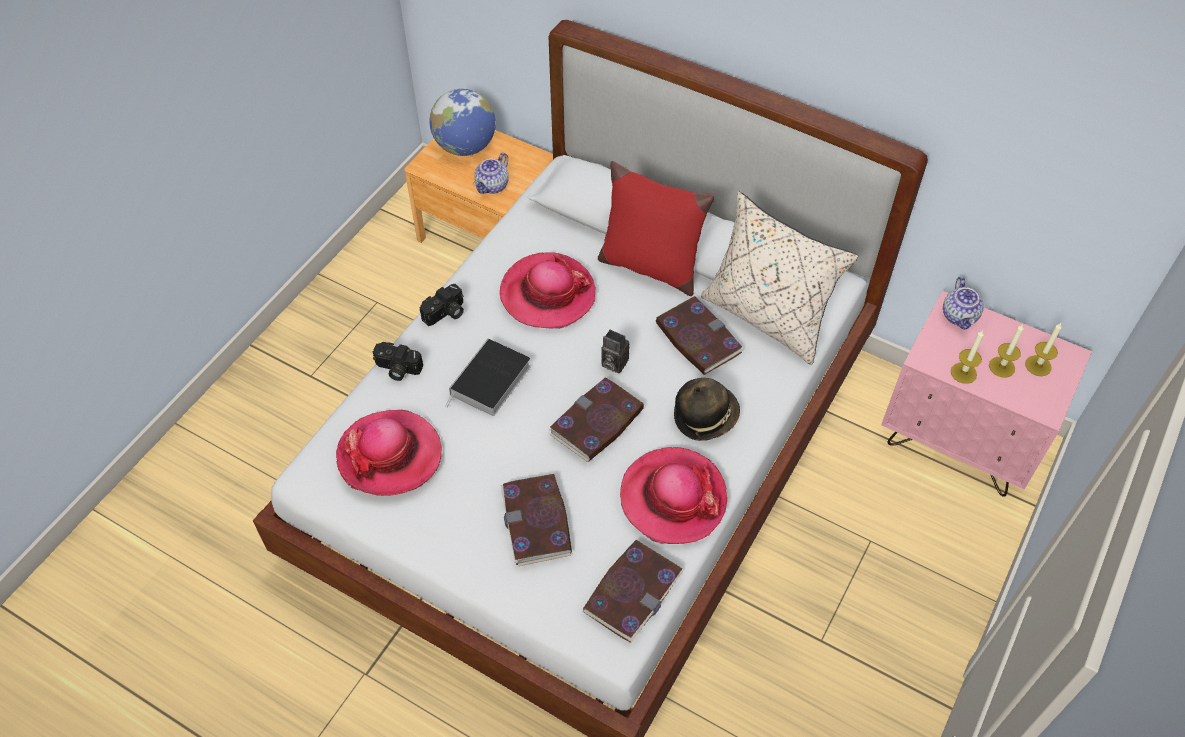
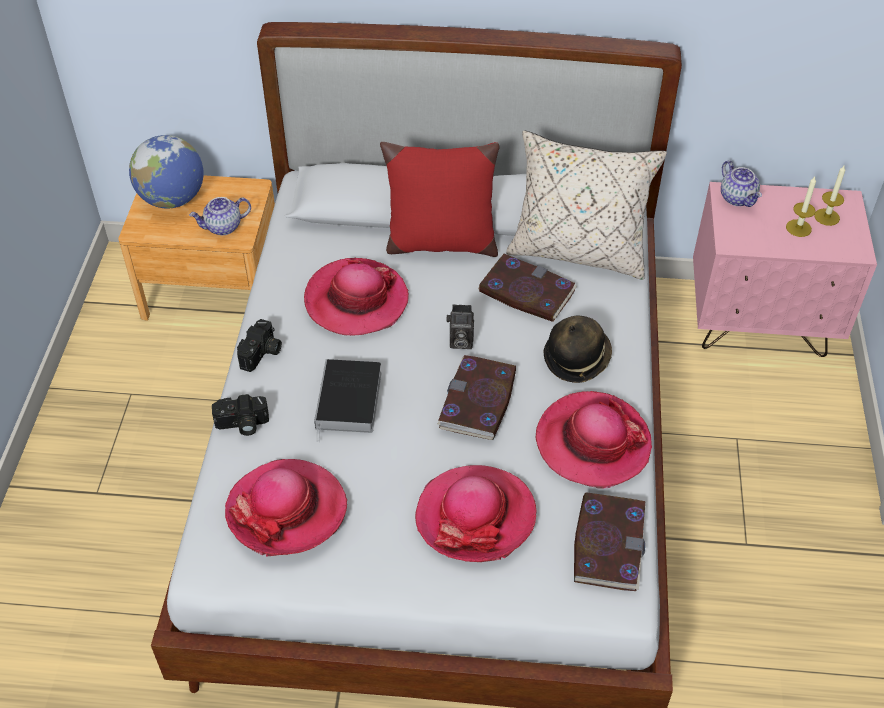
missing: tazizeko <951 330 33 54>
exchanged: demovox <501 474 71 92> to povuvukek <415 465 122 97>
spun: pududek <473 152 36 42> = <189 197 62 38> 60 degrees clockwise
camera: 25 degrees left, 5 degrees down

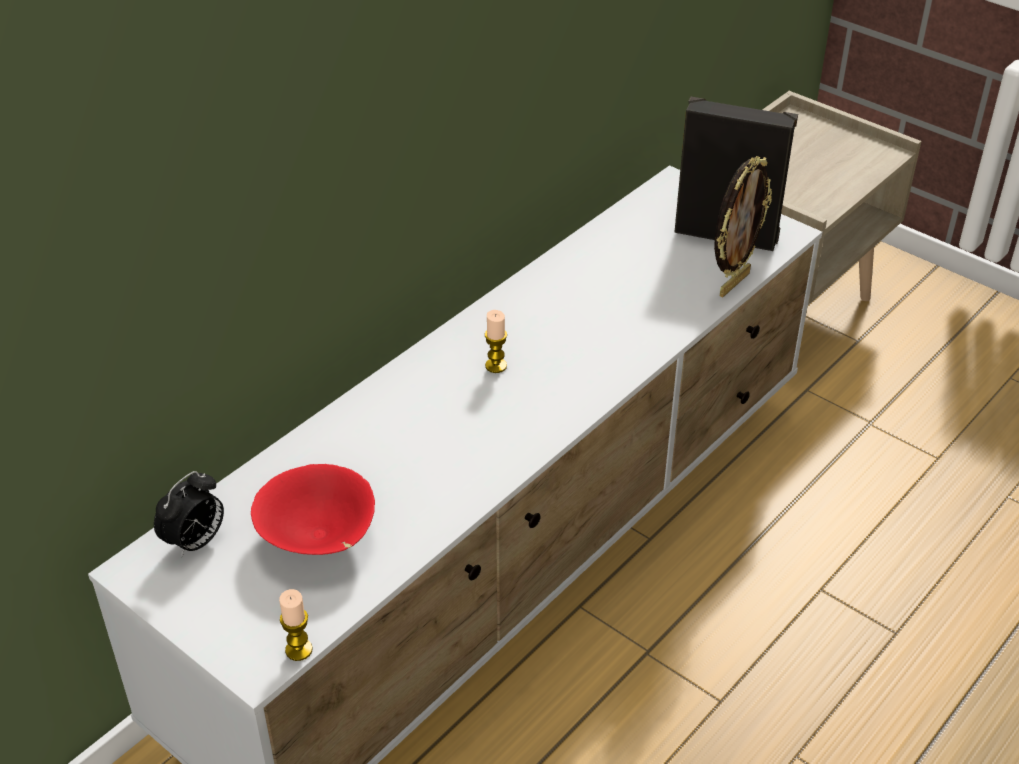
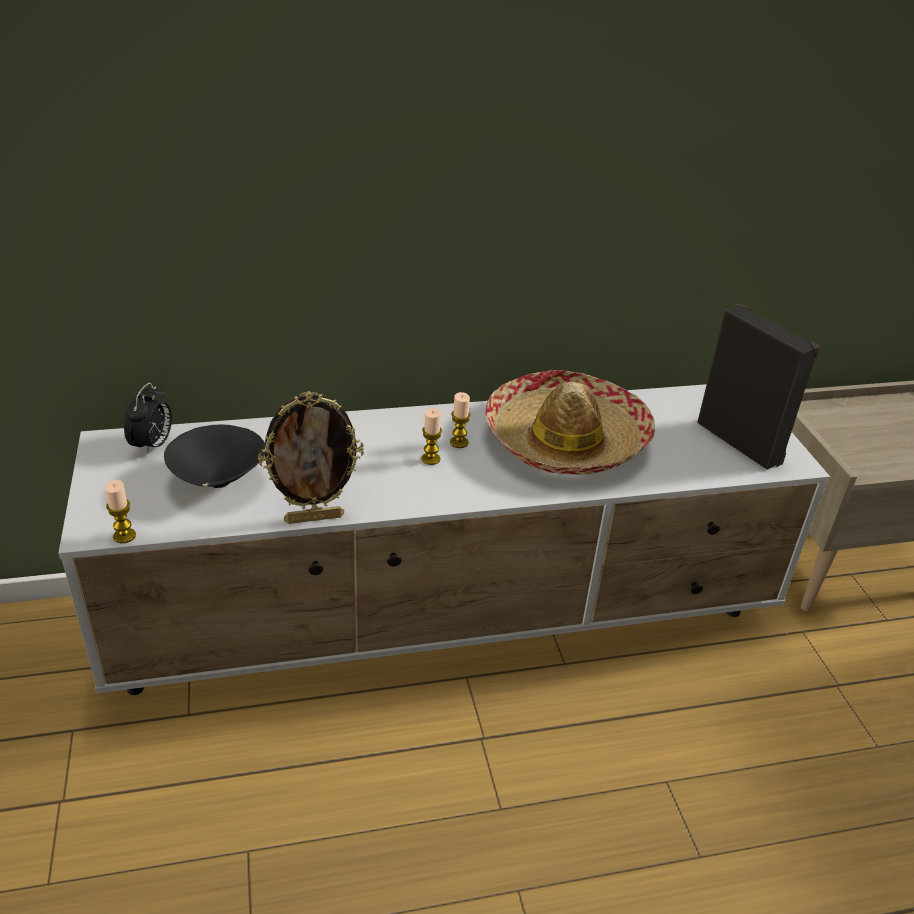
appeared: tazizeko <421 408 21 57>; povuvukek <485 370 170 105>
relocated: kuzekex <714 156 58 141> to <258 391 106 133>
colour: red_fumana <251 464 124 91> to black_fumana <164 424 101 64>
spun: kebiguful <154 471 70 87> = <124 383 48 73> 60 degrees counterclockwise
camera: 35 degrees right, 5 degrees down

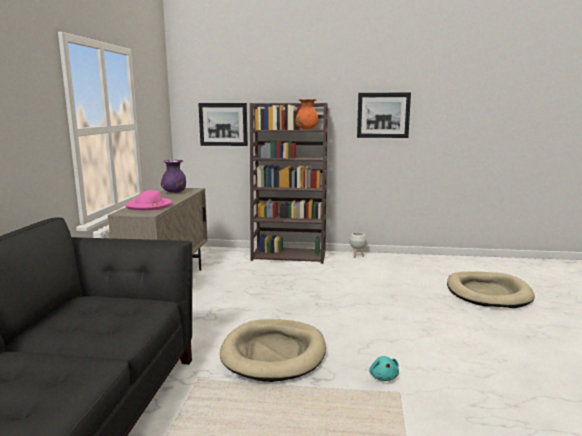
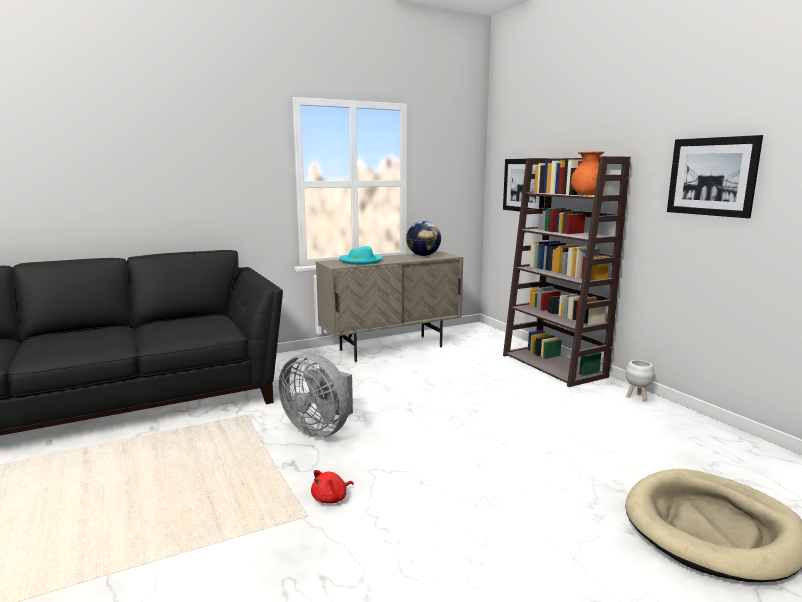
exchanged: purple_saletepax <161 160 25 33> to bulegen <406 221 35 35>; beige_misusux <220 319 106 63> to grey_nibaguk <278 353 75 85>
colour: pink_povuvukek <126 190 46 21> to turquoise_povuvukek <339 246 43 19>; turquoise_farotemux <369 356 30 25> to red_farotemux <311 470 43 34>
camera: 55 degrees right, 0 degrees up

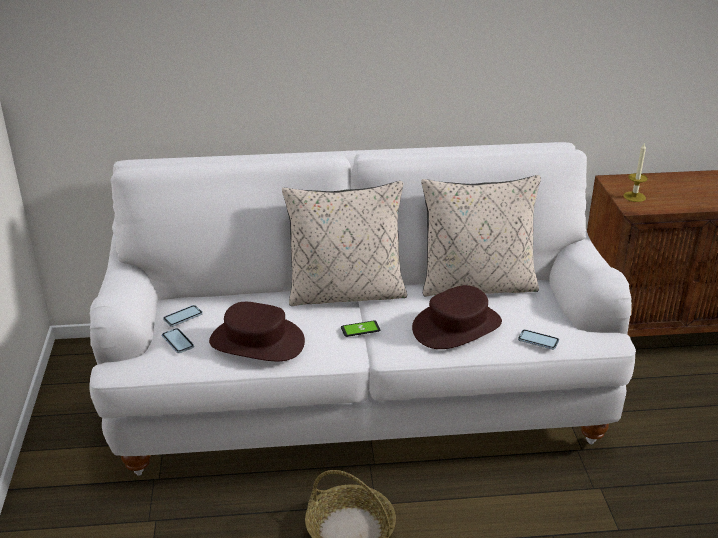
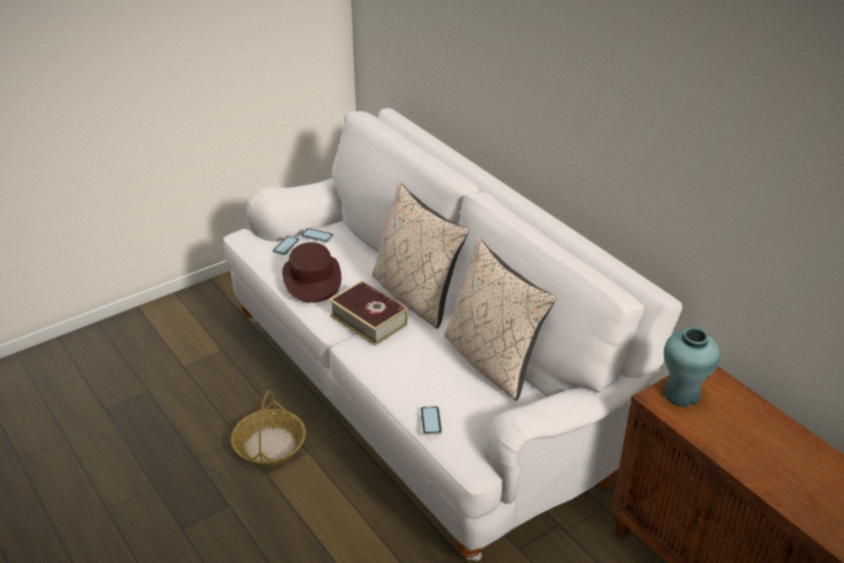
missing: brown_povuvukek <412 285 90 64>
exchanged: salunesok <341 320 39 17> to demovox <329 280 79 66>; tazizeko <623 142 25 60> to turquoise_saletepax <664 327 56 80>
camera: 60 degrees right, 5 degrees up

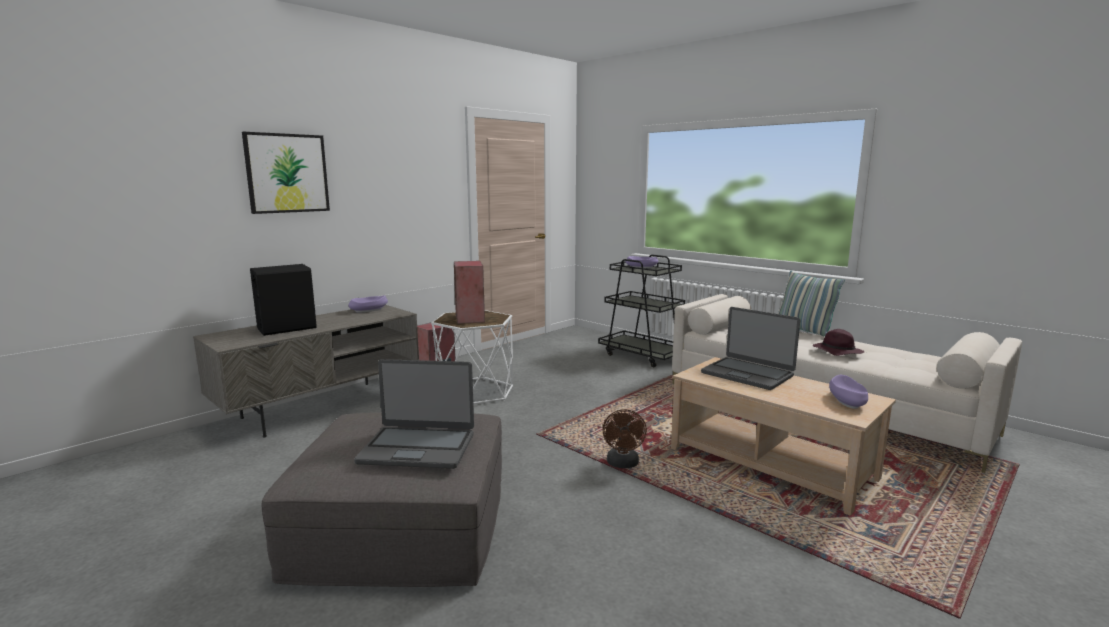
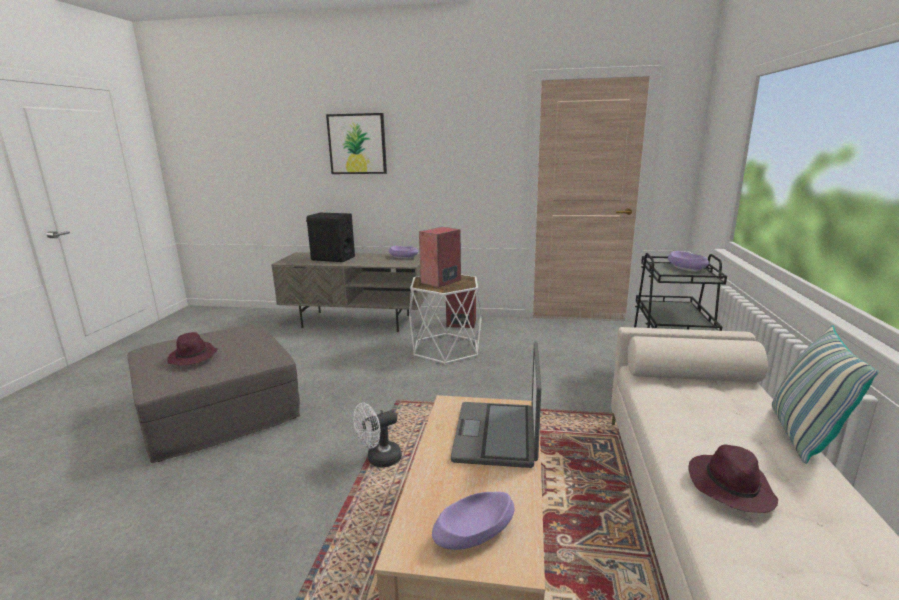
exchanged: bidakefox <354 359 120 110> to purple_povuvukek <167 332 51 34>
colour: brown_nibaguk <603 409 44 59> to white_nibaguk <353 403 49 64>
camera: 55 degrees right, 5 degrees up

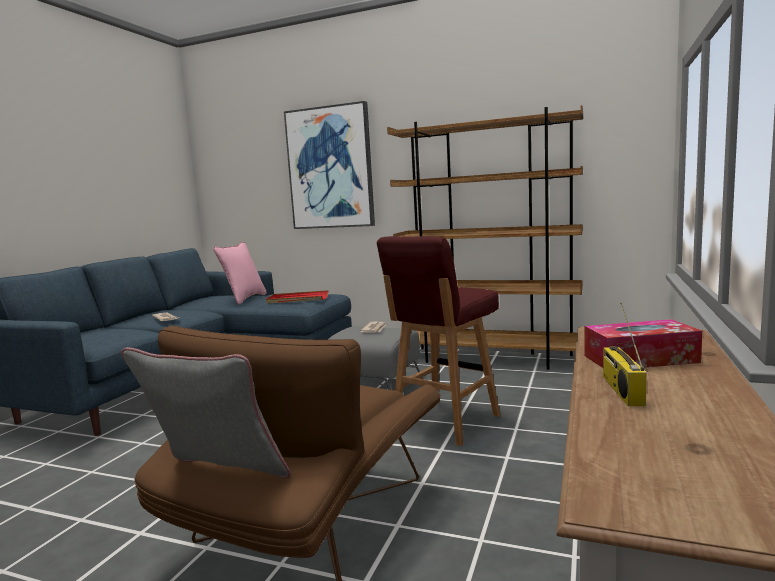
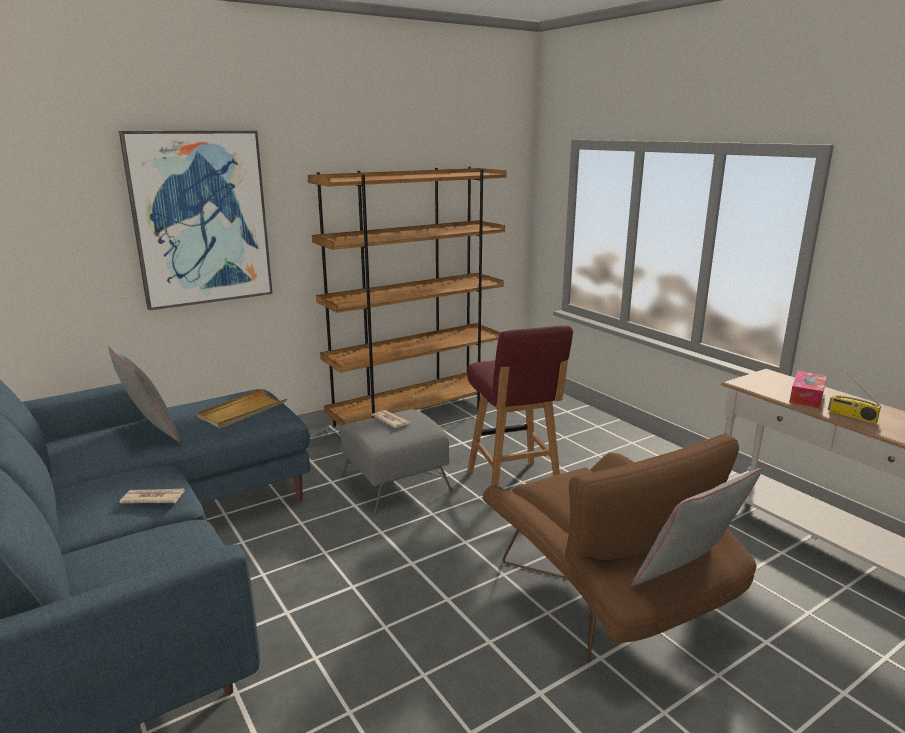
colour: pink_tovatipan <213 242 54 63> to grey_tovatipan <108 346 72 96>; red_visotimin <266 290 62 14> to beige_visotimin <197 389 90 39>
camera: 55 degrees left, 10 degrees up

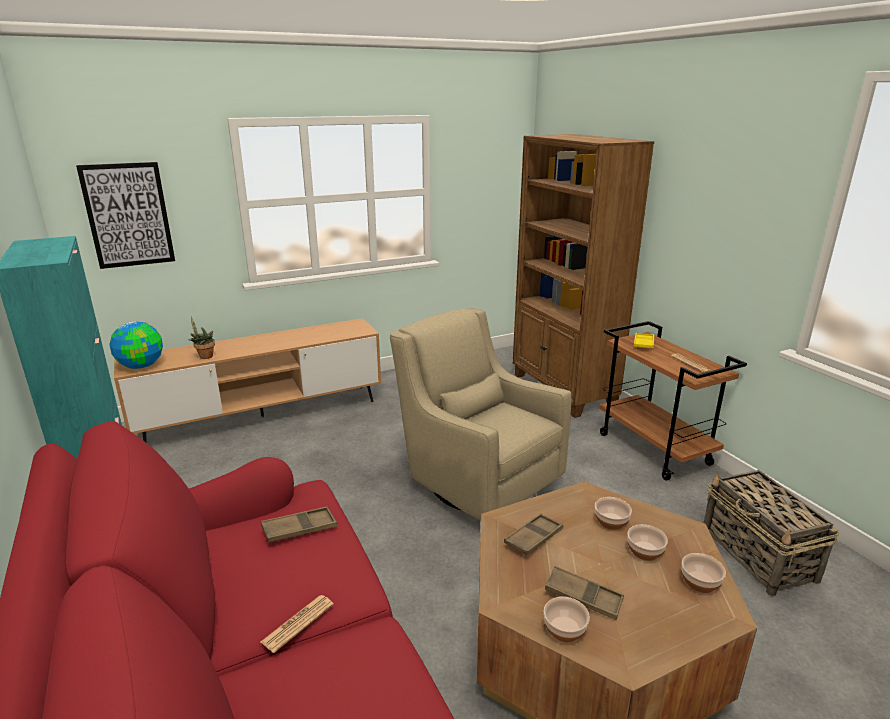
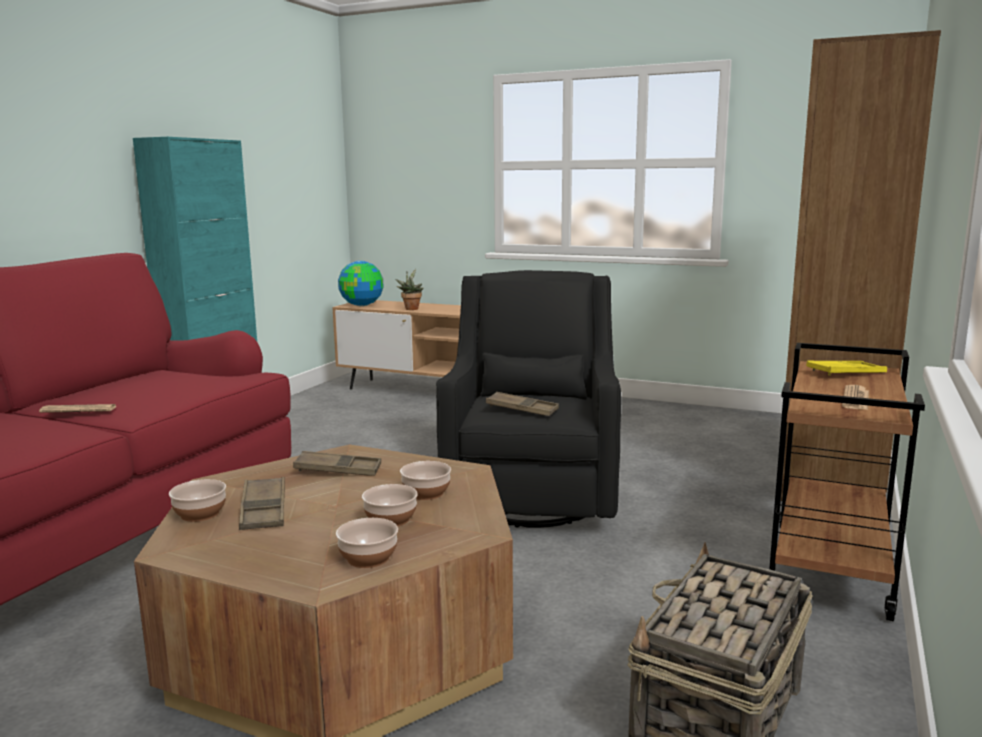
missing: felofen <76 162 99 107>
relocated: brown_visotimin <261 507 76 36> to <486 392 73 24>
colour: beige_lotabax <390 308 181 213> to black_lotabax <436 270 185 258>
camera: 50 degrees right, 10 degrees down

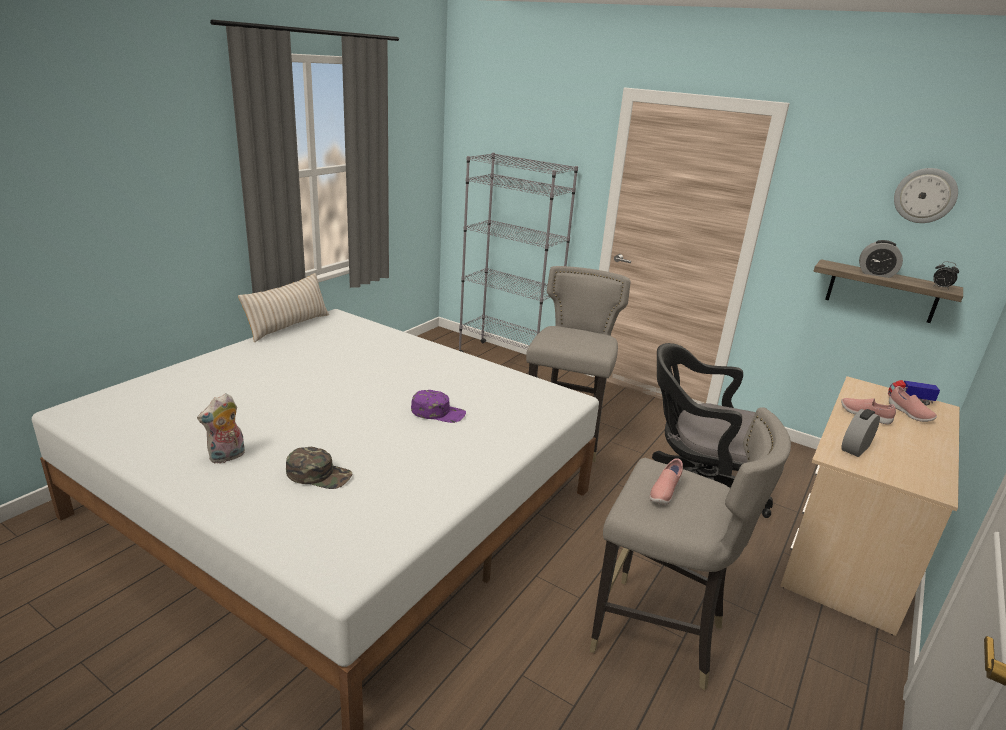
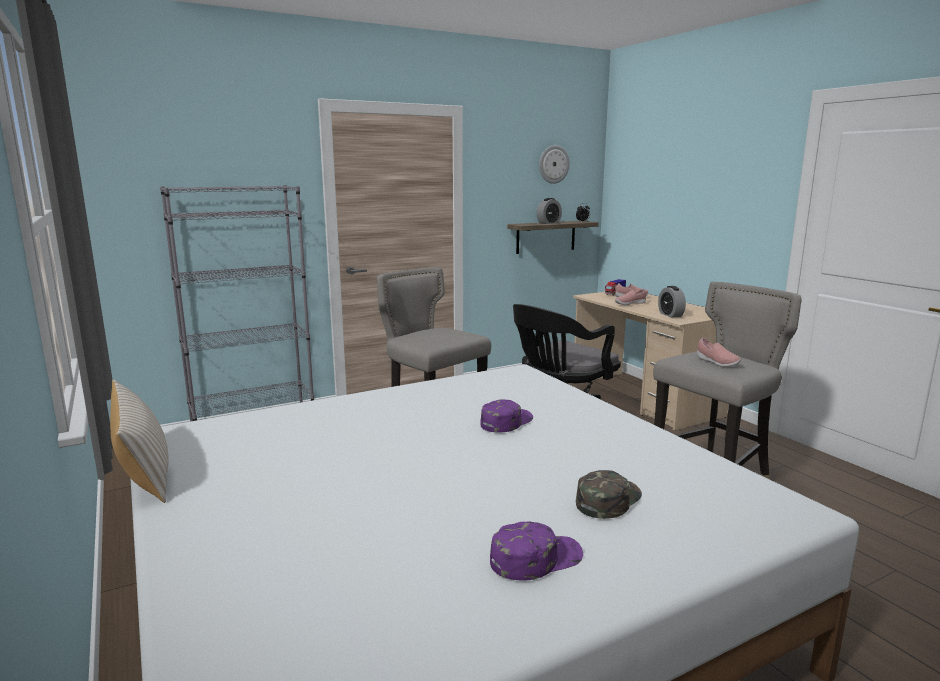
exchanged: farotemux <197 393 48 70> to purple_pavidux <490 522 93 59>
camera: 60 degrees left, 10 degrees down

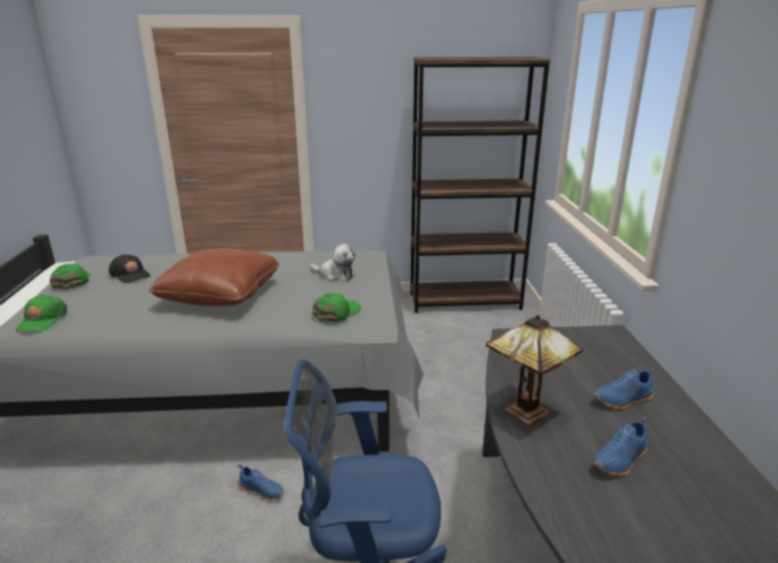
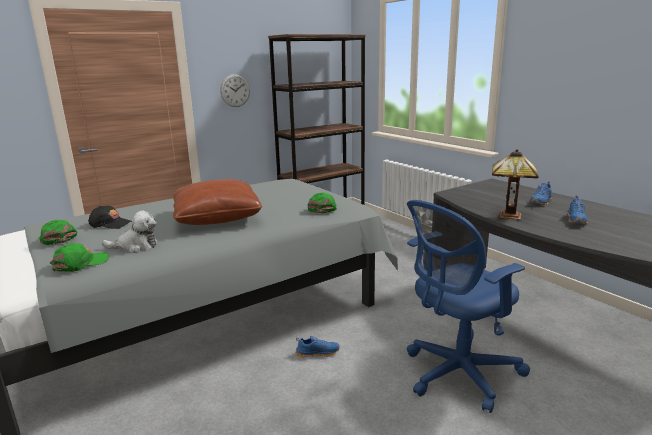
appeared: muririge <220 74 30 33>
relocated: farotemux <310 244 45 38> to <102 211 56 42>
spun: green_pavidux <16 295 51 37> = <50 243 59 29> 105 degrees counterclockwise
camera: 30 degrees left, 5 degrees down

